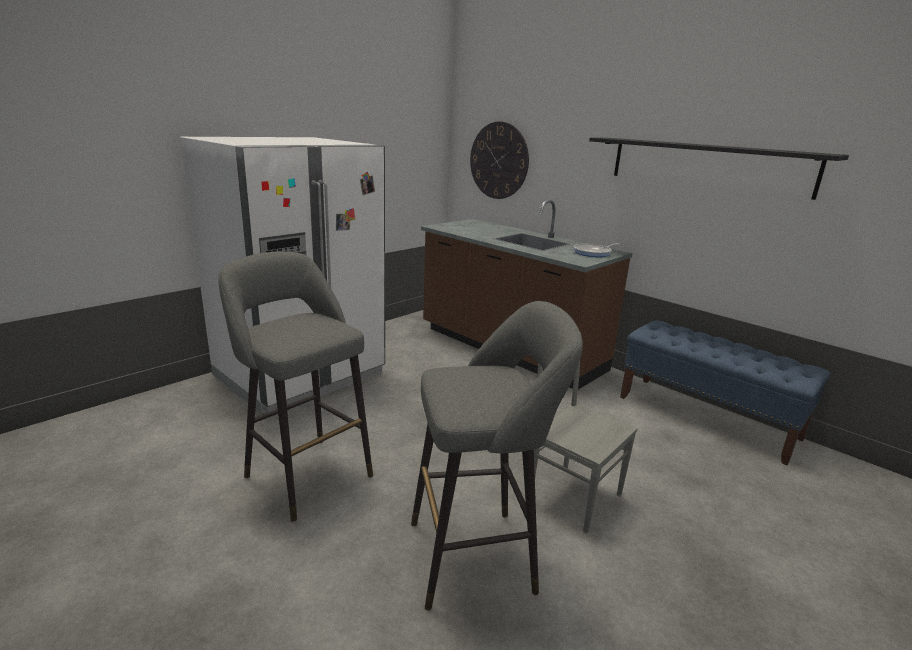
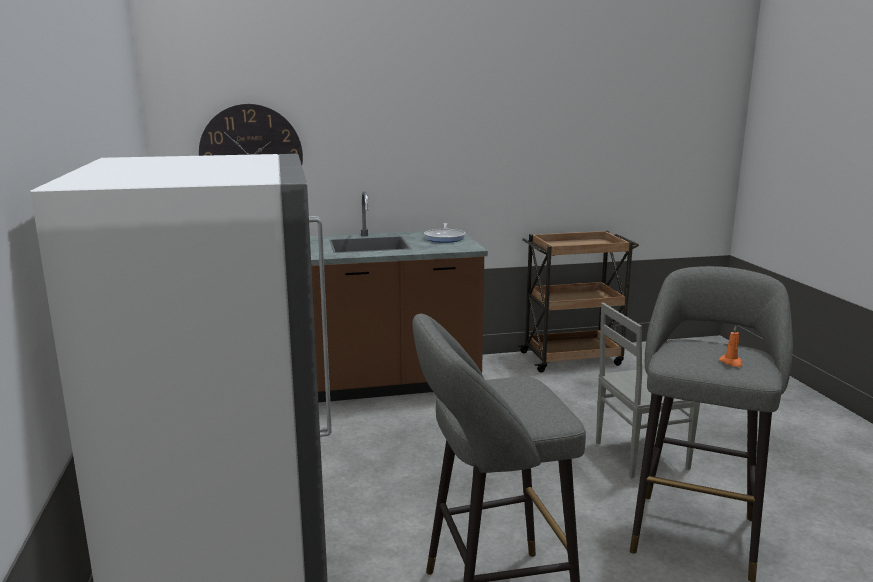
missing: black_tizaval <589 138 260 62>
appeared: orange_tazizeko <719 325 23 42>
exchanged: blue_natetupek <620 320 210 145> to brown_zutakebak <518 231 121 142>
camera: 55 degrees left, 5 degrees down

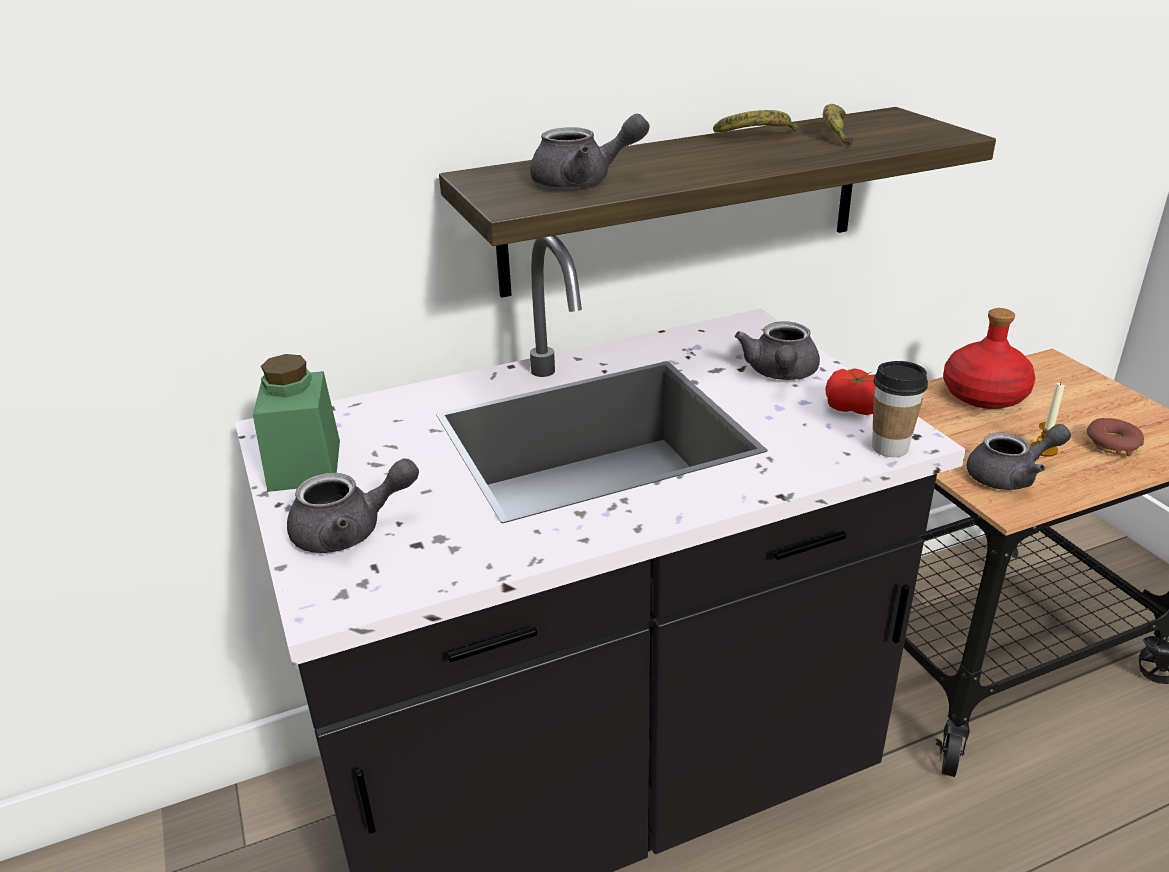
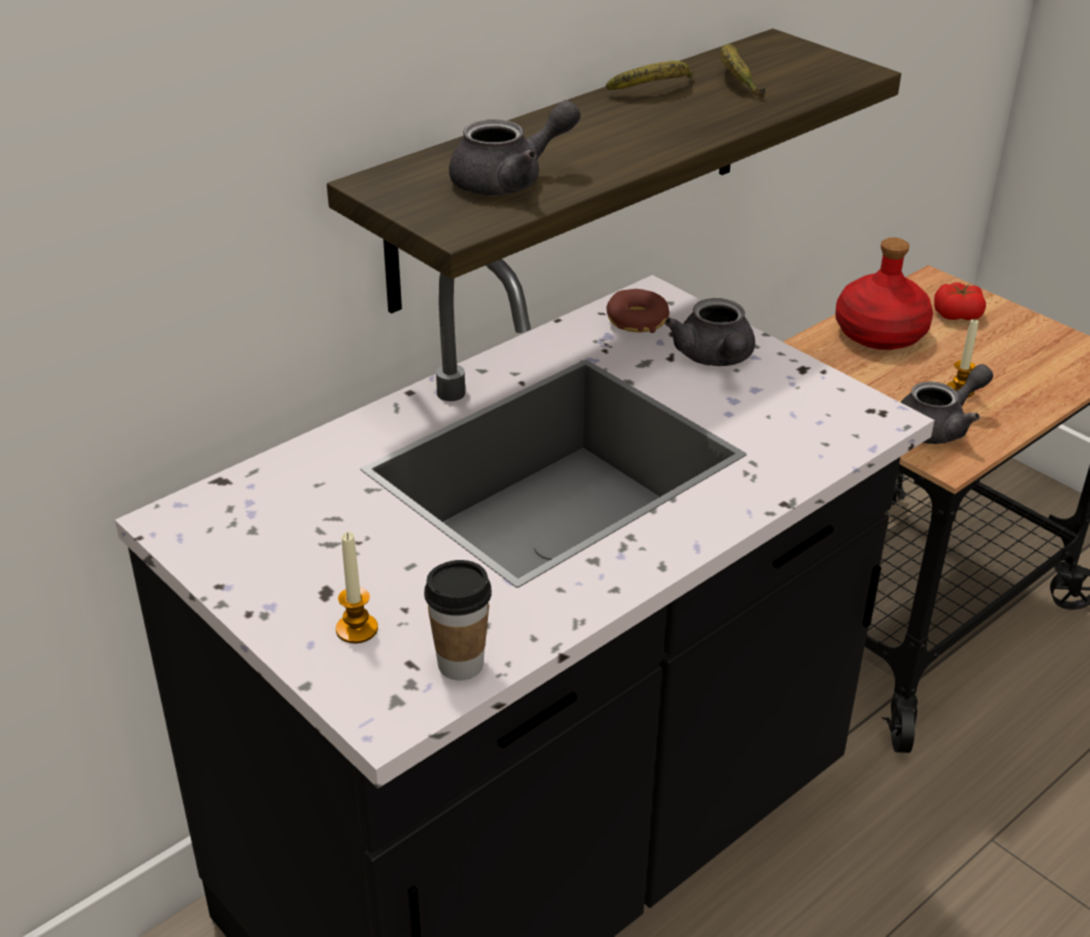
missing: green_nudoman <253 354 87 138>
relocated: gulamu <826 368 49 47> to <934 282 52 38>; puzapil <872 361 56 96> to <424 560 68 120>; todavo <1087 418 57 38> to <606 289 63 44>
exchanged: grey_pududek <287 458 132 95> to tazizeko <336 532 42 112>
camera: 20 degrees left, 5 degrees up

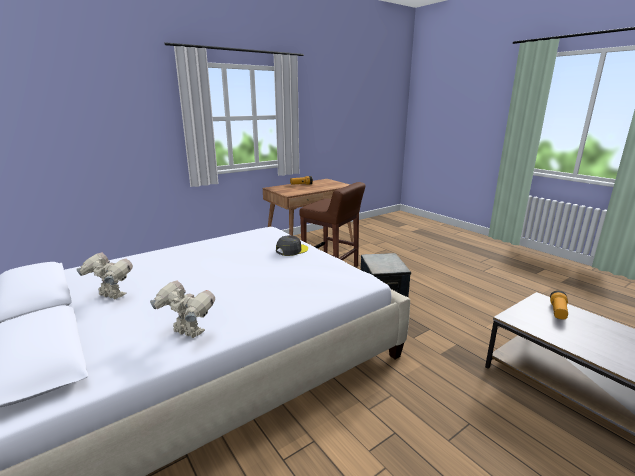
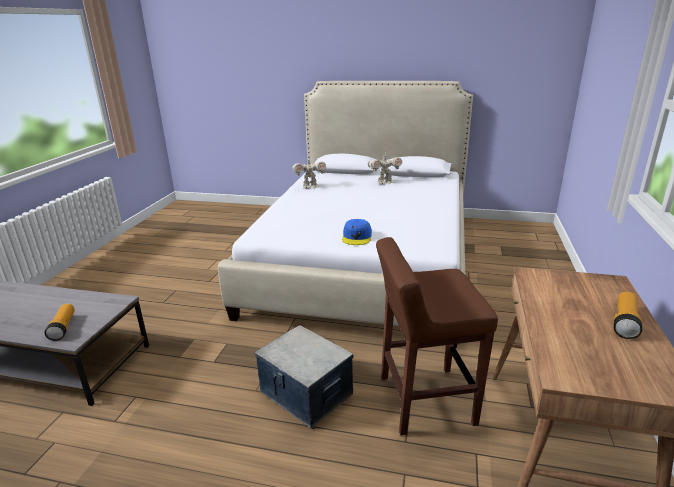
colour: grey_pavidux <276 235 32 21> to blue_pavidux <342 219 30 26>
camera: 140 degrees right, 5 degrees up

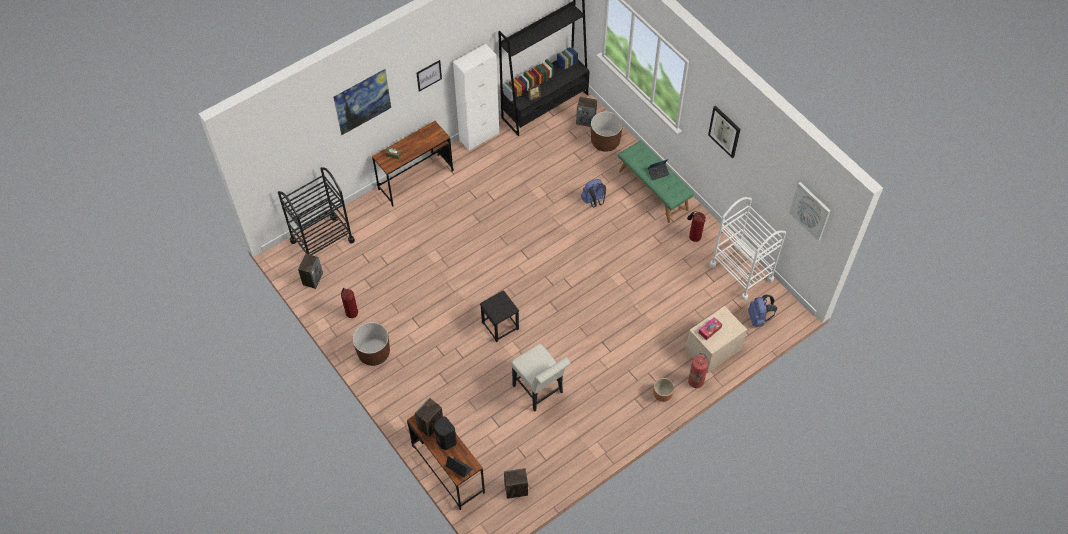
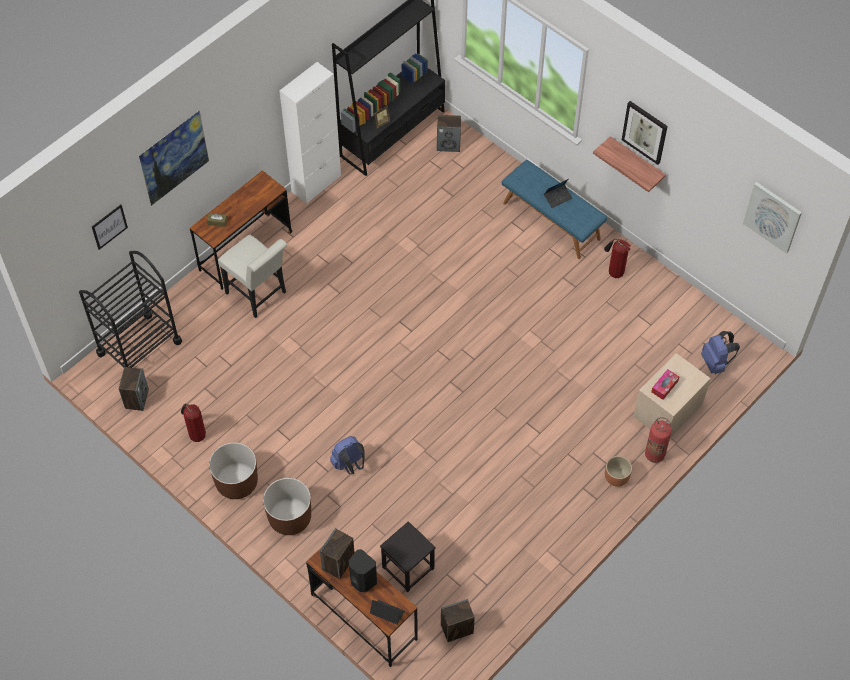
missing: white_zutakebak <709 197 77 104>
appeared: tizaval <593 136 73 56>
relocated: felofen <417 60 25 32> to <92 205 36 45>; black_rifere <480 290 39 52> to <380 521 56 71>; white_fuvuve <511 344 60 68> to <218 235 69 83>; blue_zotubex <581 179 25 29> to <330 436 34 38>; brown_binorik <591 111 32 41> to <263 478 48 57>
colour: green_natetupek <618 140 76 83> to blue_natetupek <502 160 105 99>
camera: 10 degrees left, 0 degrees up

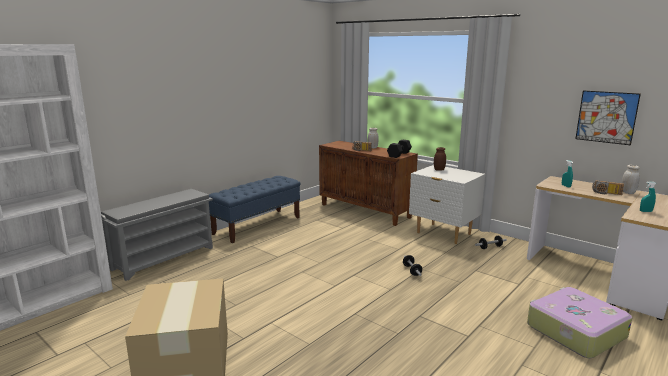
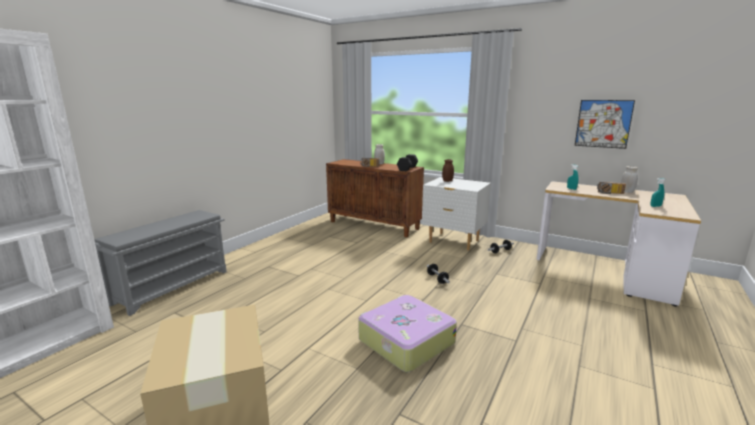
missing: blue_natetupek <209 176 92 67>
relocated: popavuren <527 287 105 71> to <358 295 99 77>
camera: 10 degrees left, 0 degrees up

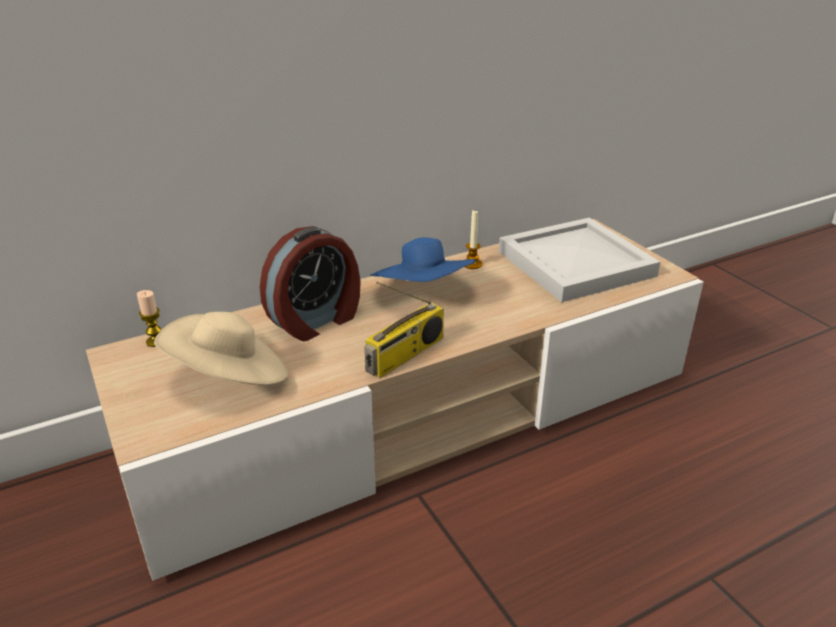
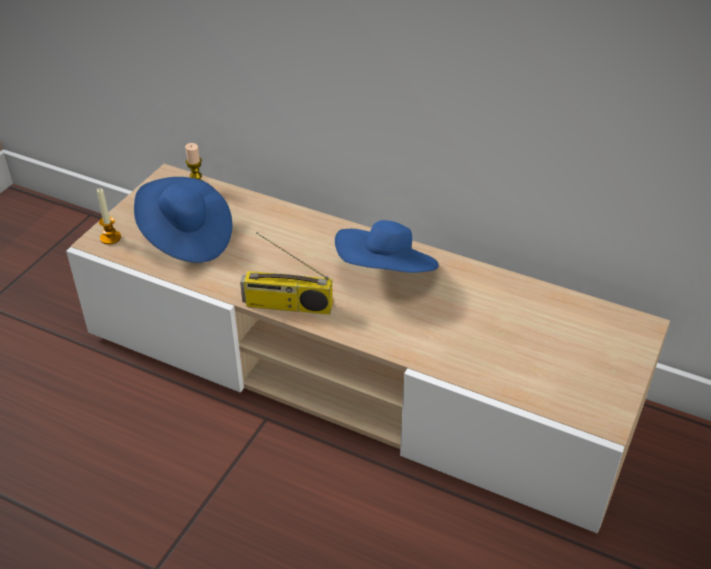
missing: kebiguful <260 226 101 115>; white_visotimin <499 218 161 84>
relocated: tazizeko <465 210 18 59> to <97 188 24 57>
colour: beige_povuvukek <154 312 134 73> to blue_povuvukek <134 177 98 86>
camera: 55 degrees right, 10 degrees up

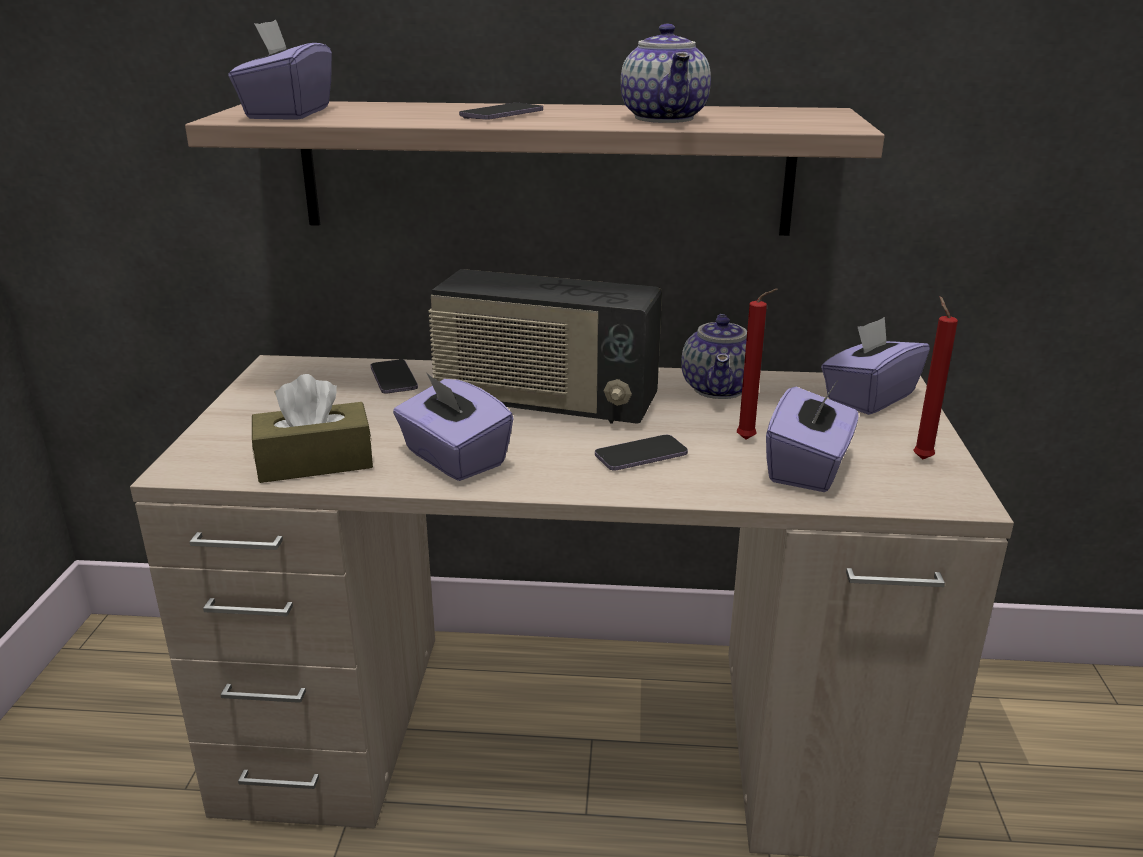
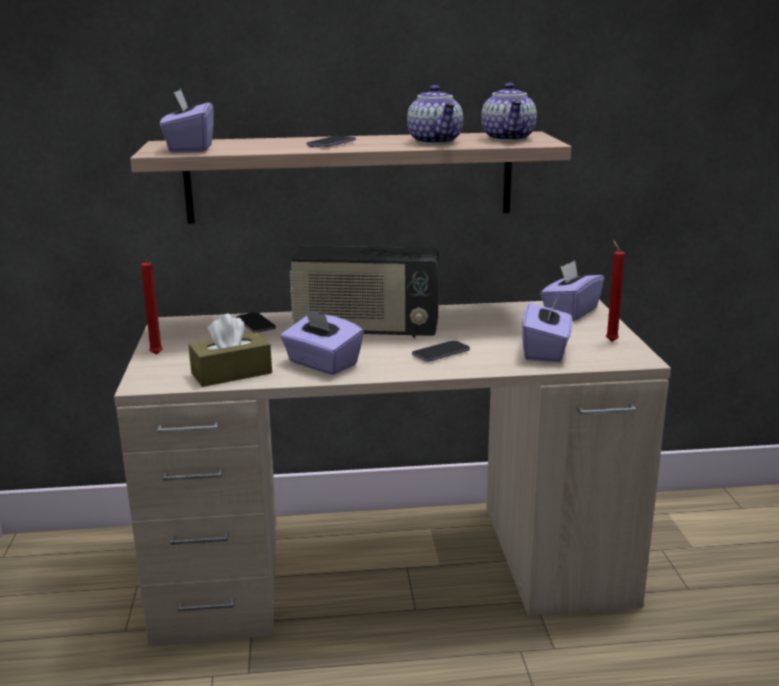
relocated: pududek <681 314 66 85> to <481 83 56 58>; red_tazizeko <737 289 41 151> to <141 253 22 102>
camera: 10 degrees left, 5 degrees down

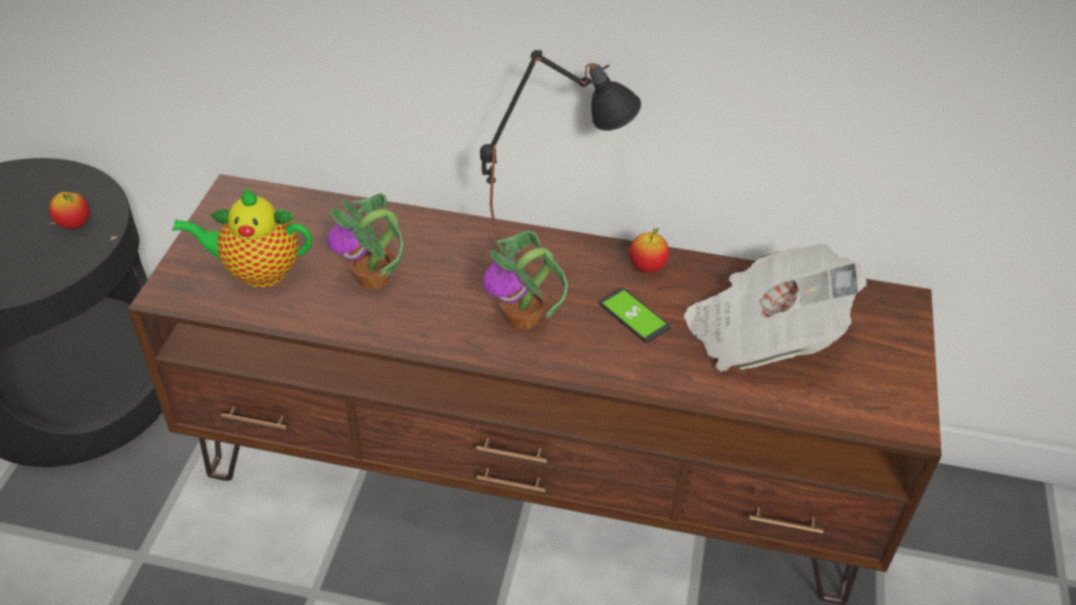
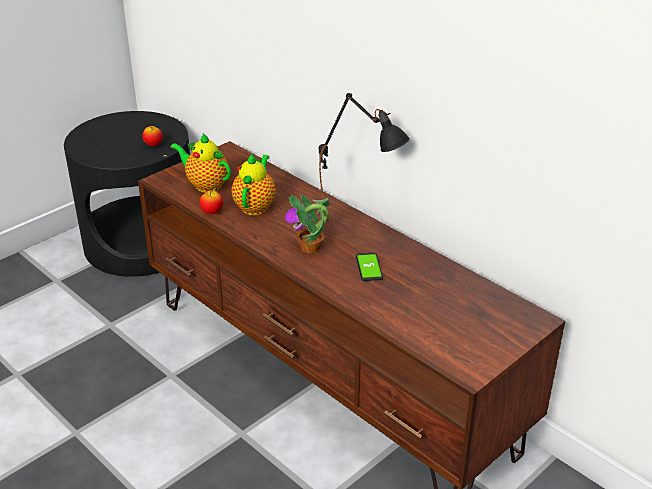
missing: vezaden <684 243 183 129>
relocated: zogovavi <629 228 40 45> to <200 187 23 27>
exchanged: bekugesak <327 193 77 96> to pududek <232 153 44 62>
camera: 35 degrees right, 10 degrees down

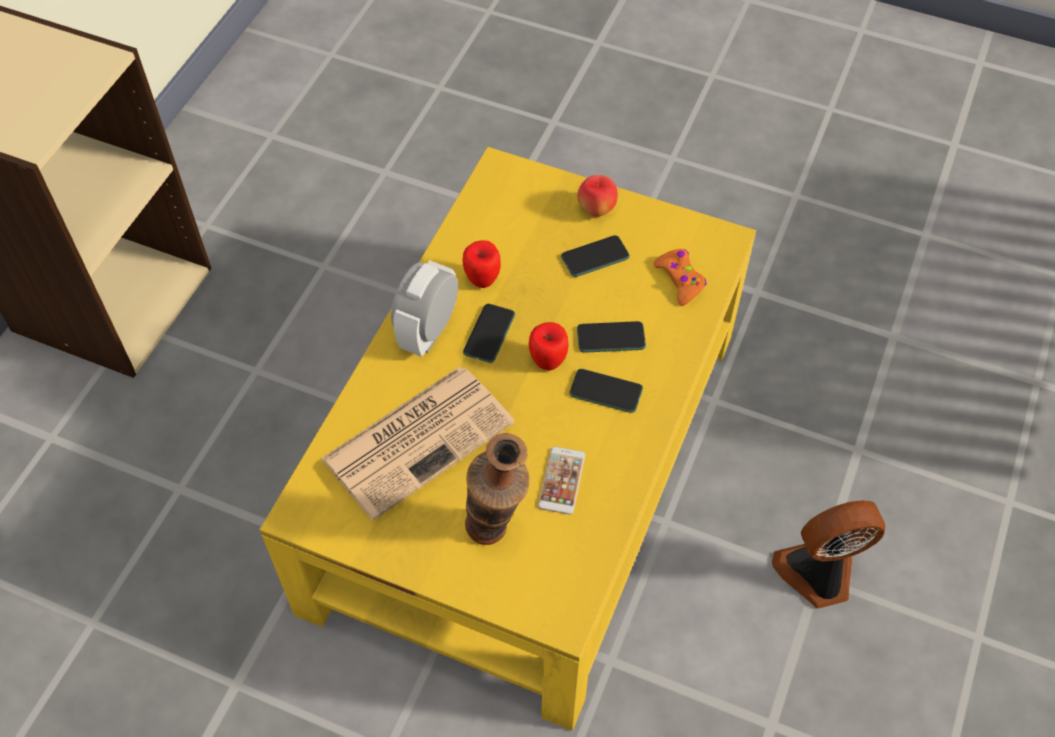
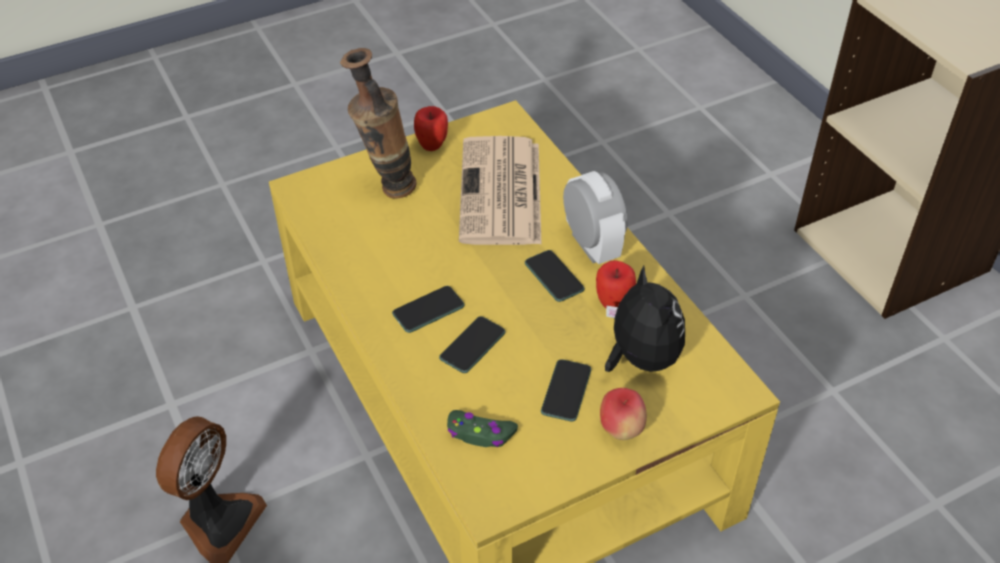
missing: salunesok <538 447 47 68>
appeared: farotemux <605 265 80 107>
relocated: zogovavi <529 322 40 49> to <414 106 34 45>
colour: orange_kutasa <653 249 53 57> to green_kutasa <447 410 71 37>
camera: 130 degrees right, 10 degrees down

